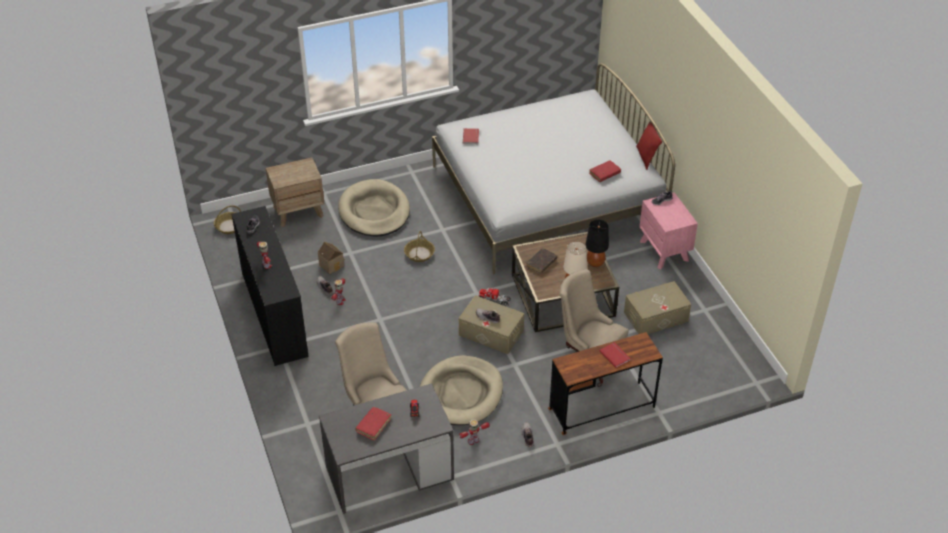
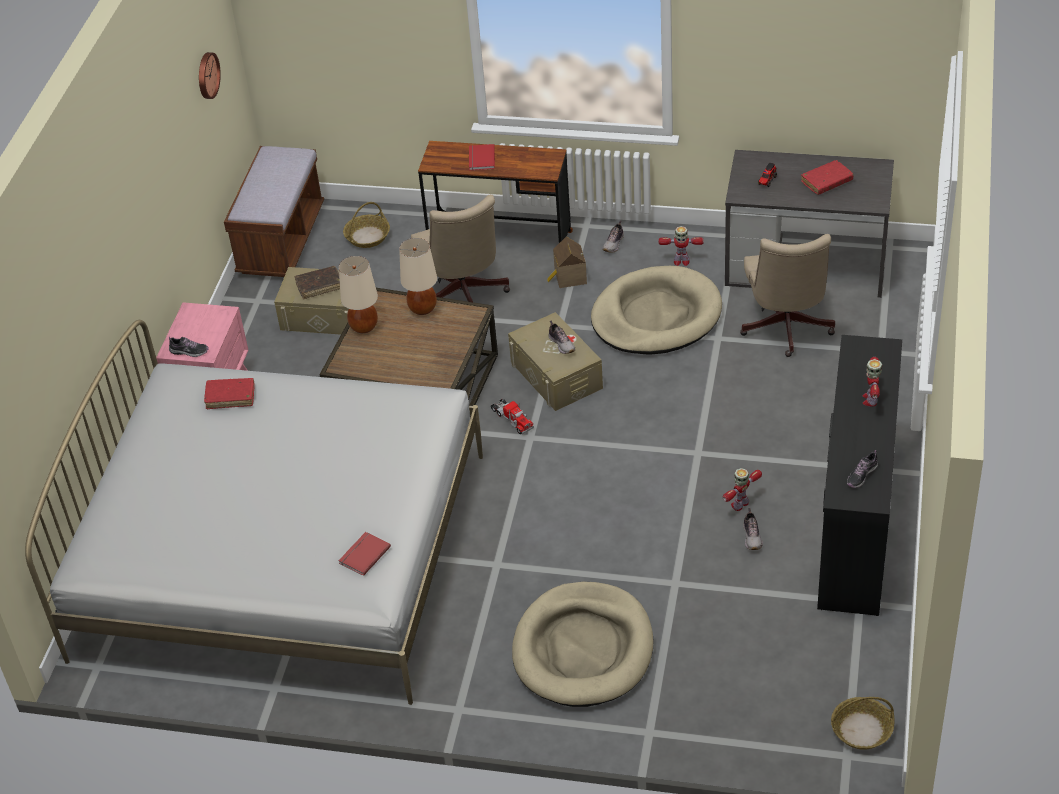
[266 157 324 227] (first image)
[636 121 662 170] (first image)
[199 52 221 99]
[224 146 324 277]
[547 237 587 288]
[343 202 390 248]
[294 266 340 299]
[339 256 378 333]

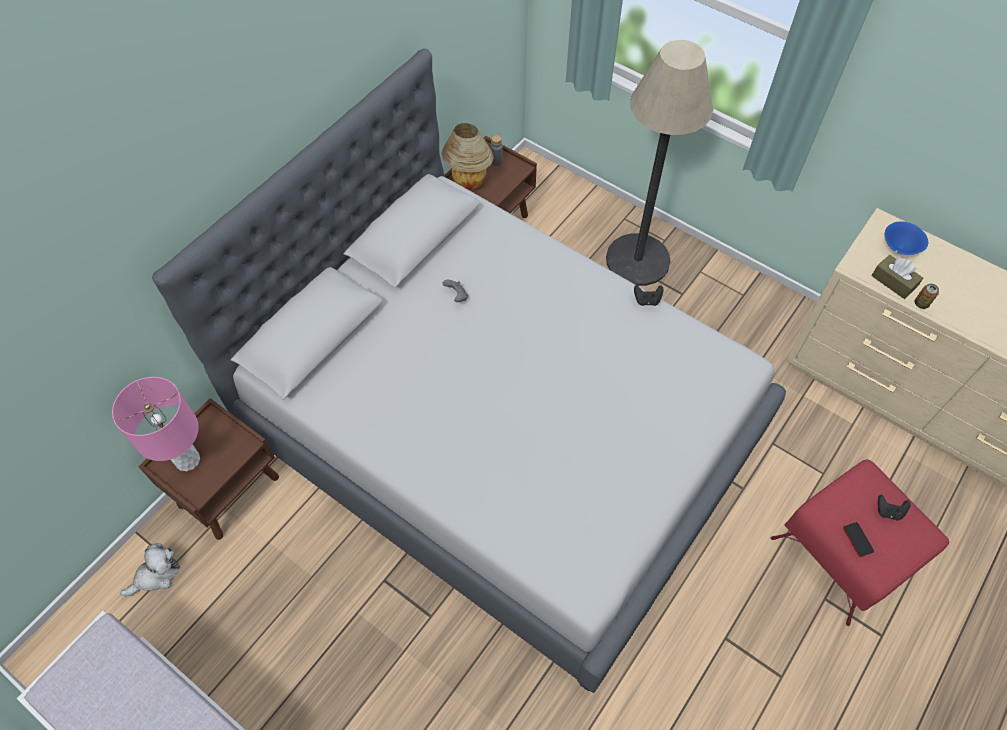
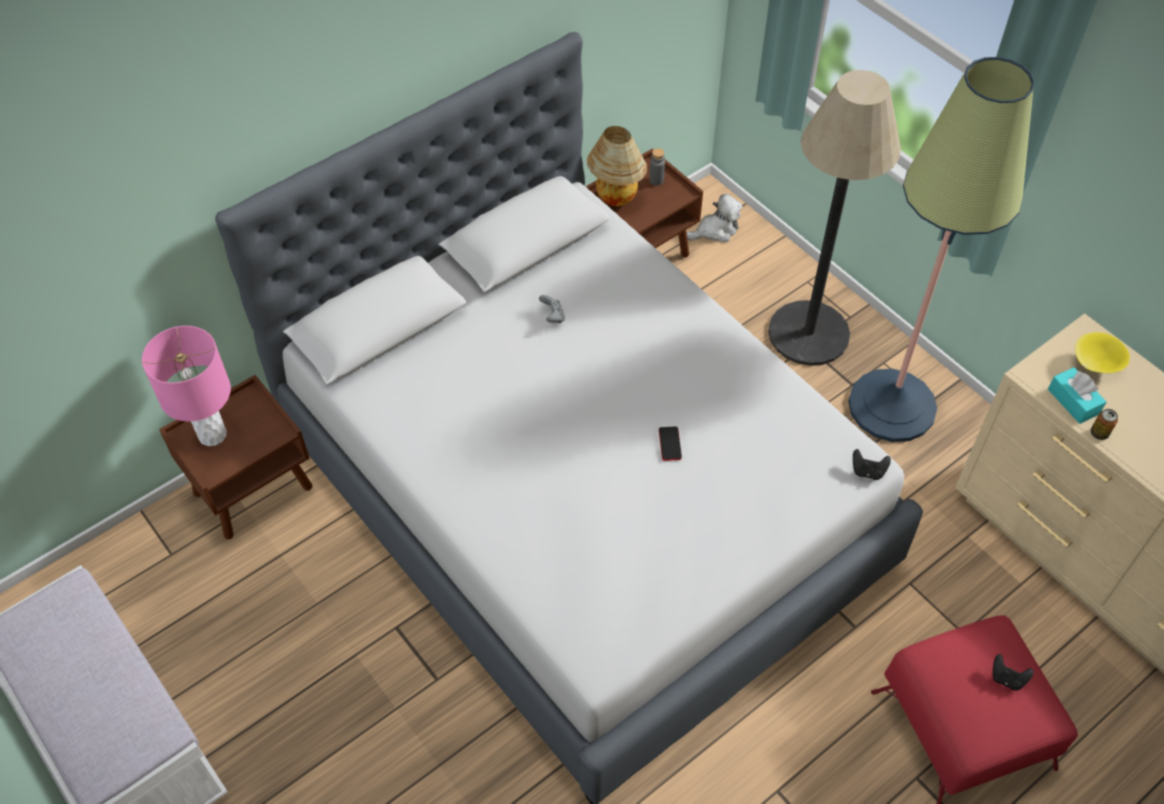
[848 57 1035 442]
[687 194 742 242]
[853 449 891 480]
[659 426 682 461]
[1048 367 1106 424]
[1075 332 1130 373]

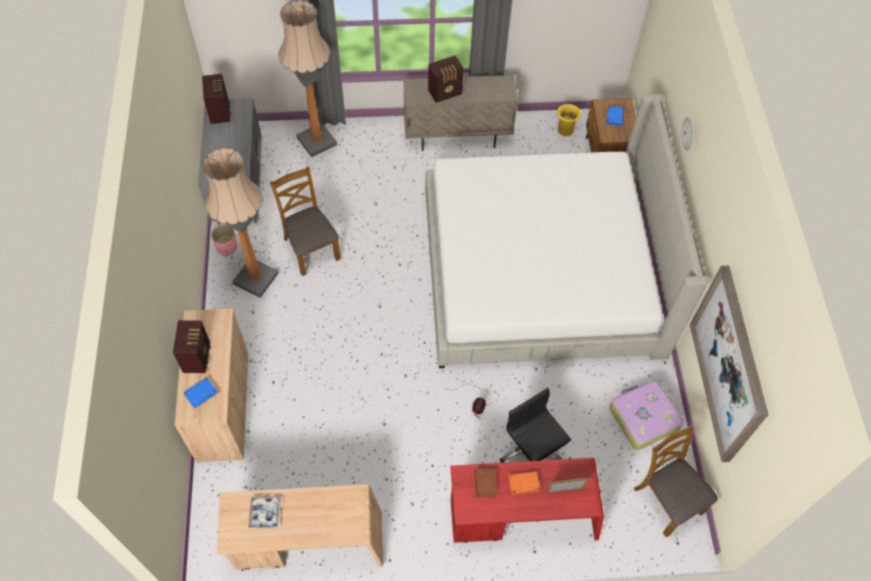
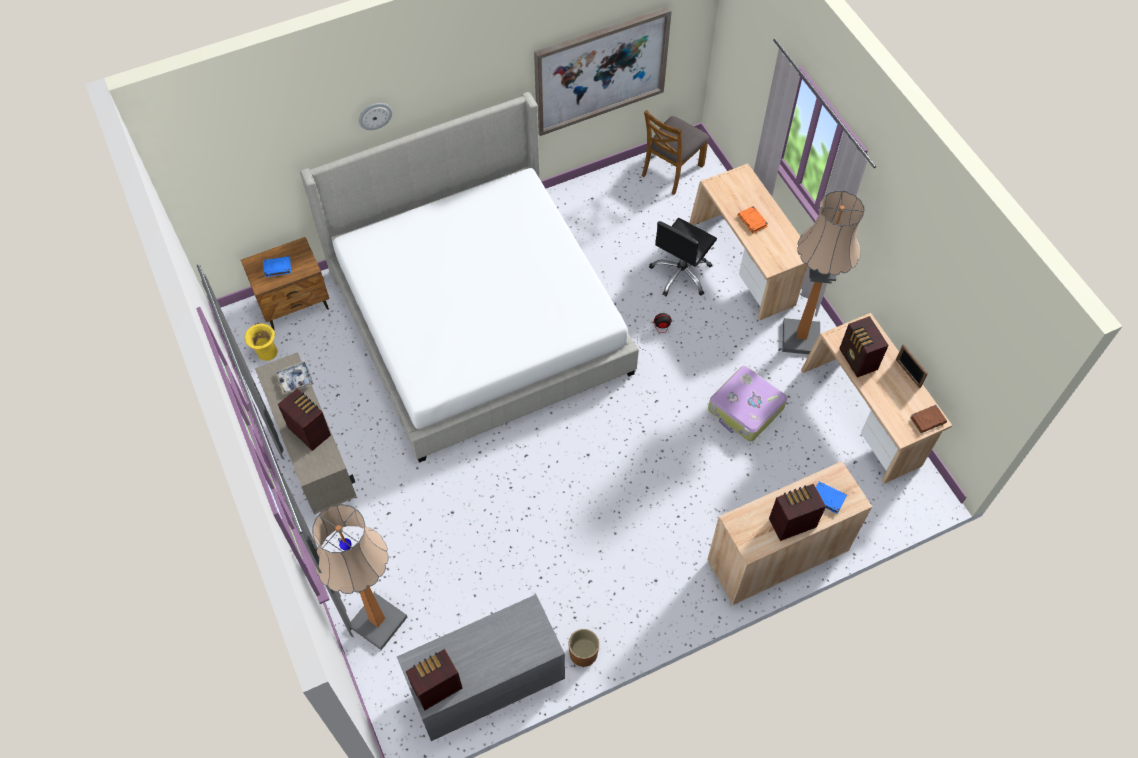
[270 167 341 276] (first image)
[839 316 889 378]
[782 191 864 354]
[276 361 314 394]
[910 405 947 433]
[896 344 928 388]
[708 366 787 441]
[568 629 599 667]
[689 164 808 320]

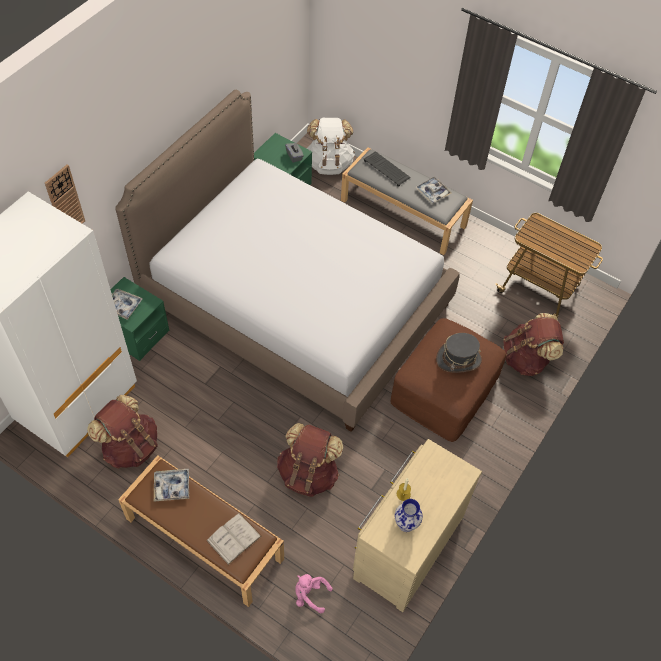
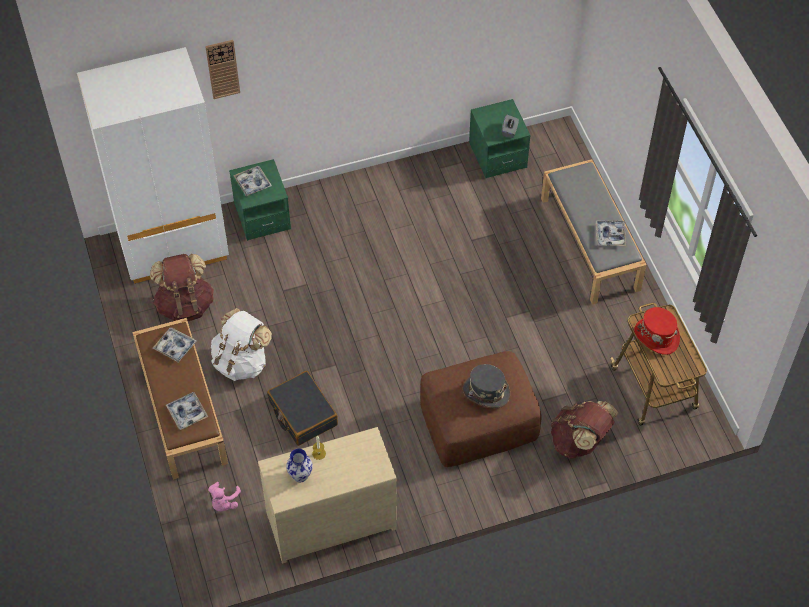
[115 90 460 432] (first image)
[364 151 411 187] (first image)
[634 307 680 355]
[211 308 272 381]
[166 392 208 430]
[267 371 338 446]
[208 482 241 511]

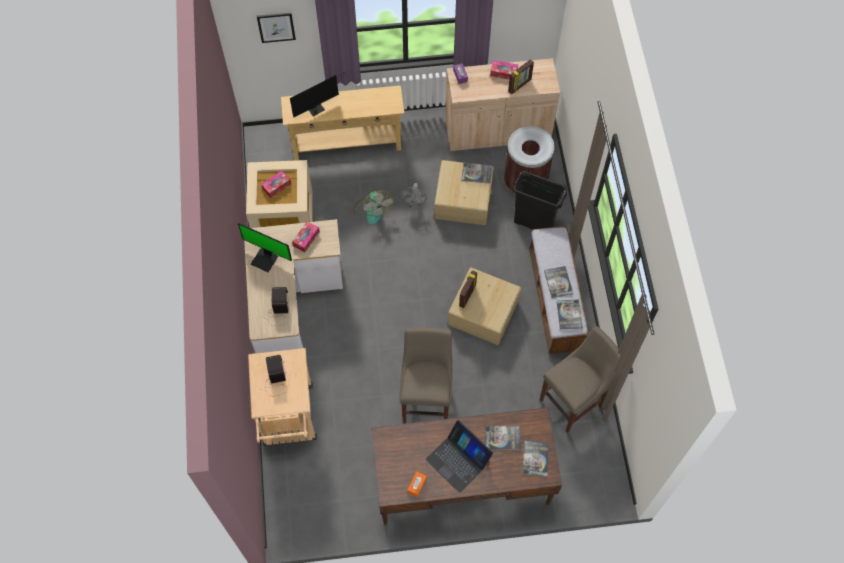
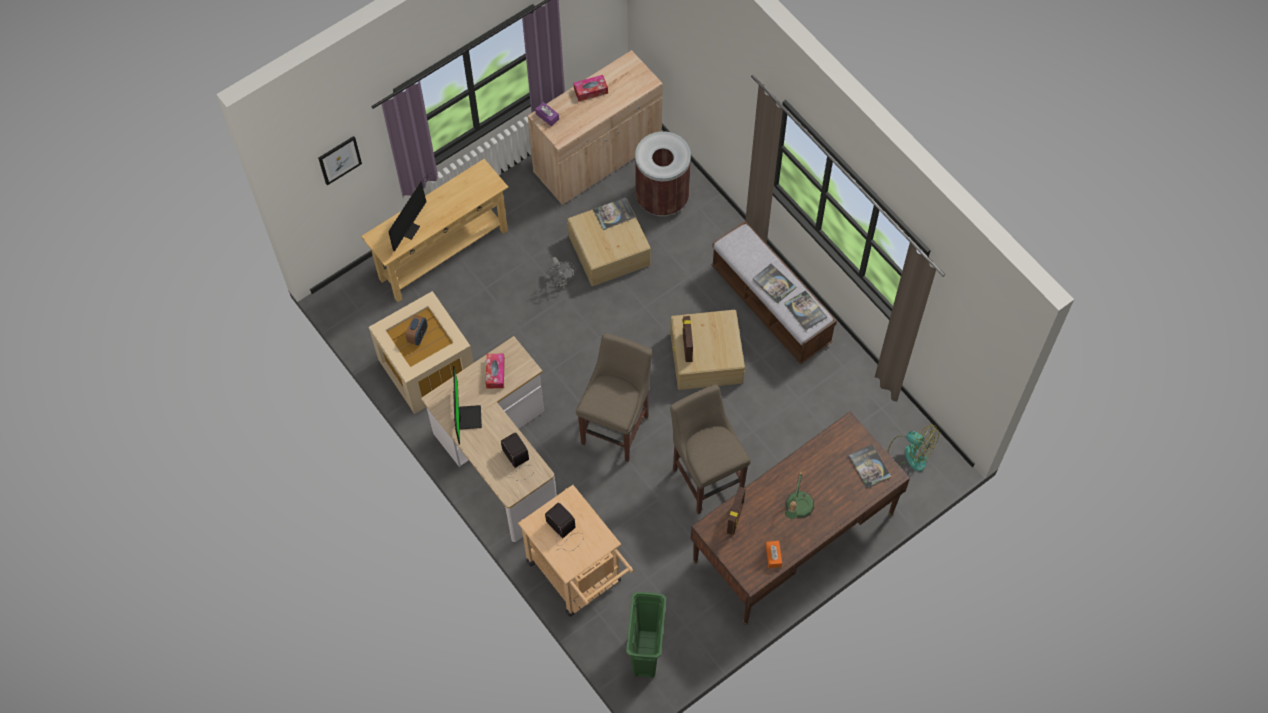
[485 426 520 450] (first image)
[512 171 567 229] (first image)
[626 592 666 678]
[887 425 939 472]
[727 487 745 535]
[576 333 652 462]
[406 315 427 345]
[785 471 814 519]
[453 366 482 445]

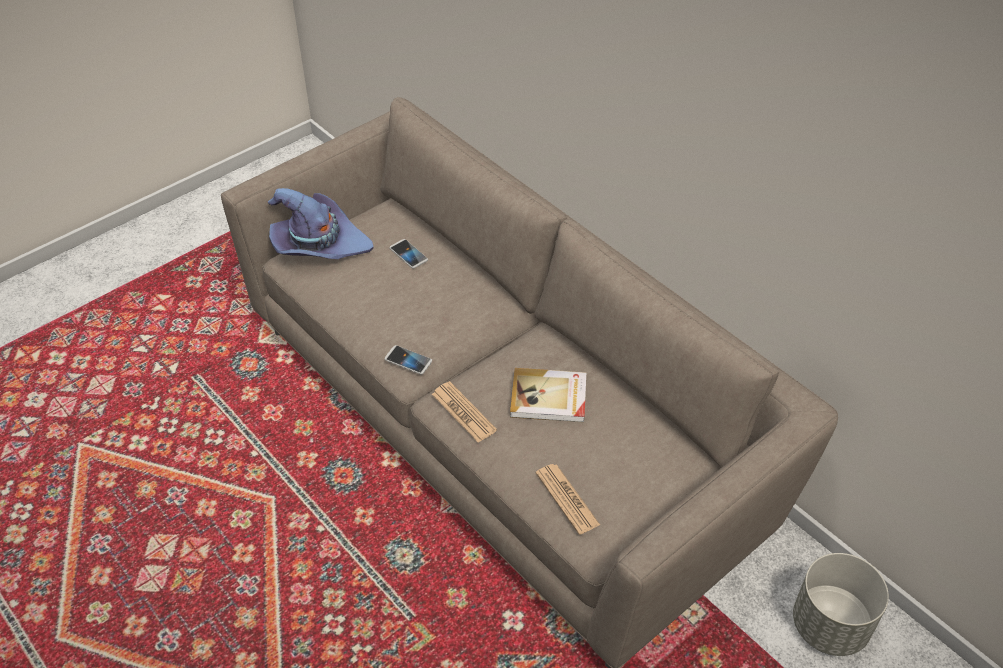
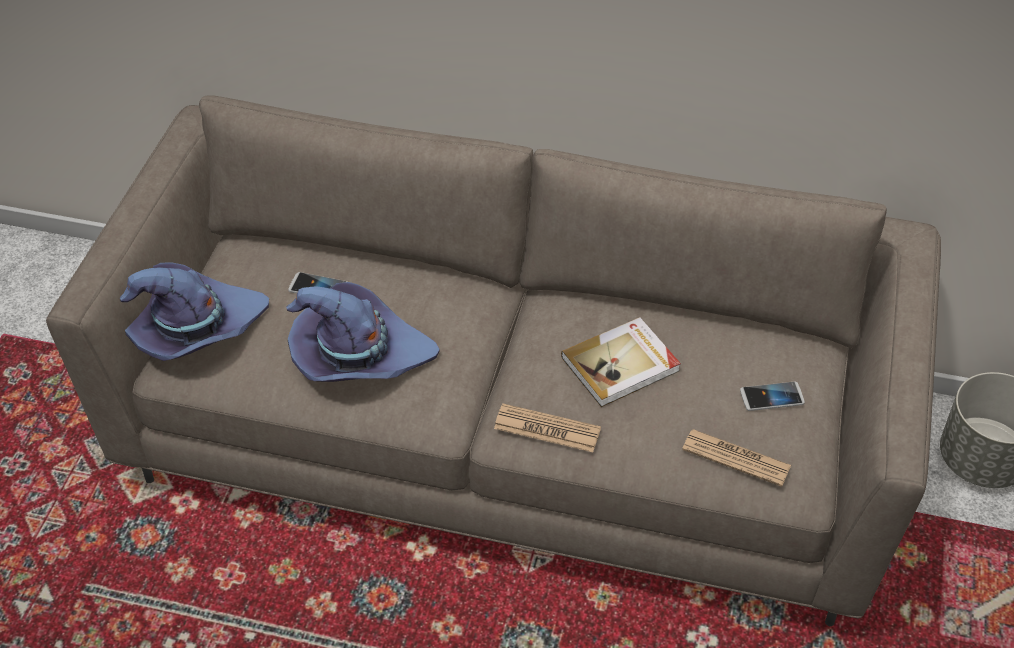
[286 282 440 382]
[740 382 805 411]

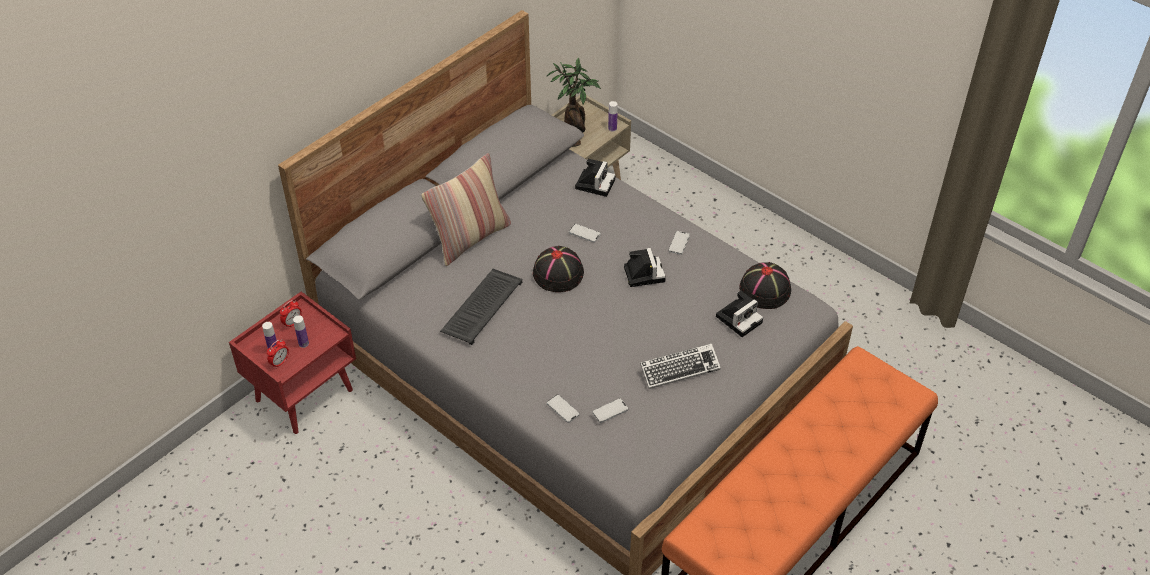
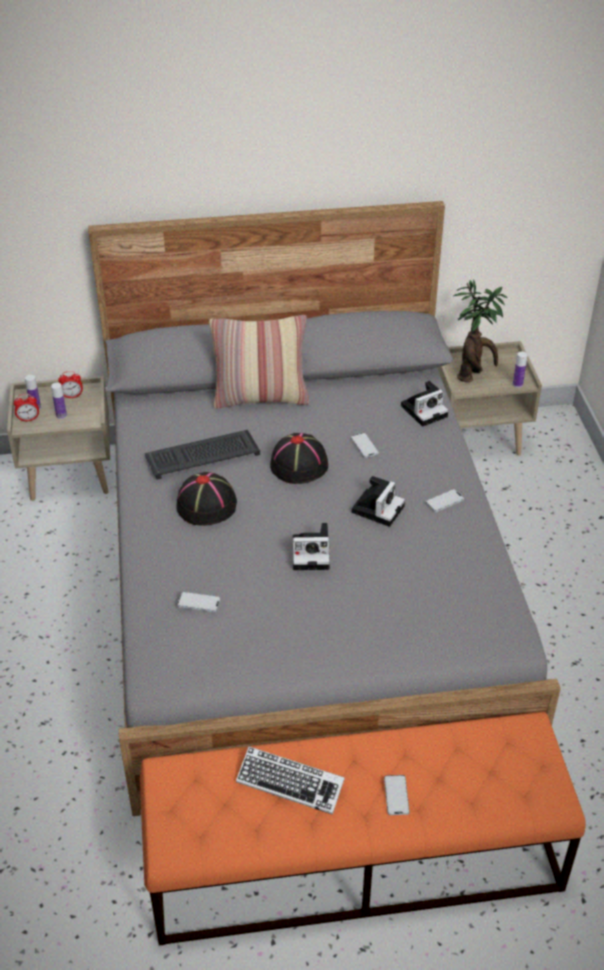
[384 775 409 815]
[236 746 345 815]
[293 523 330 570]
[176 472 237 526]
[7 376 110 501]

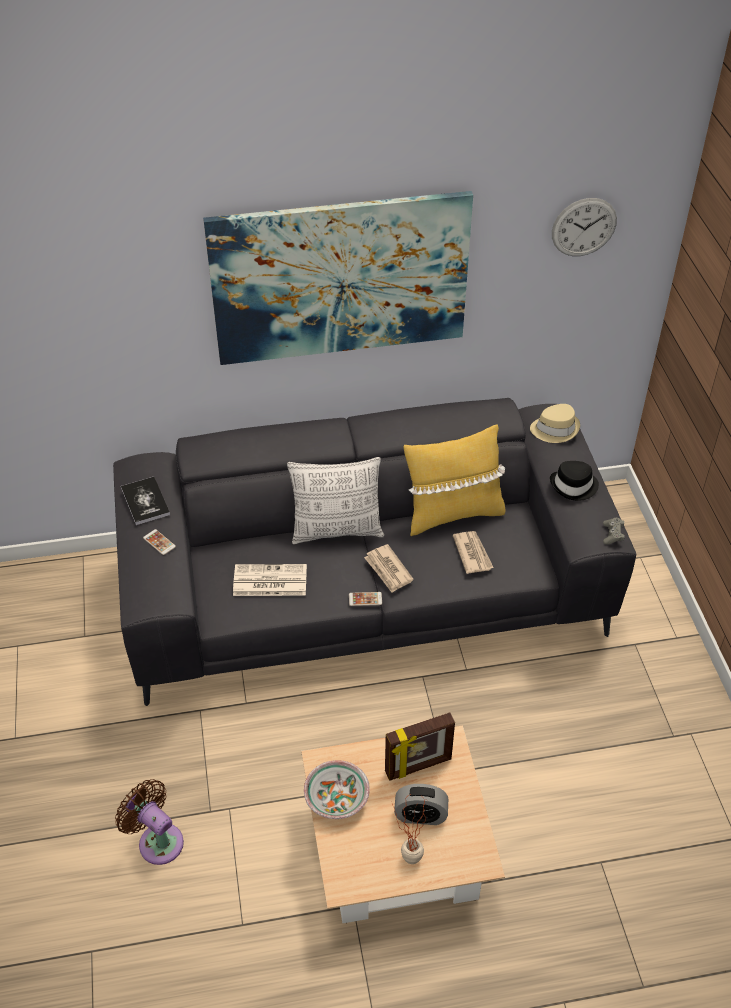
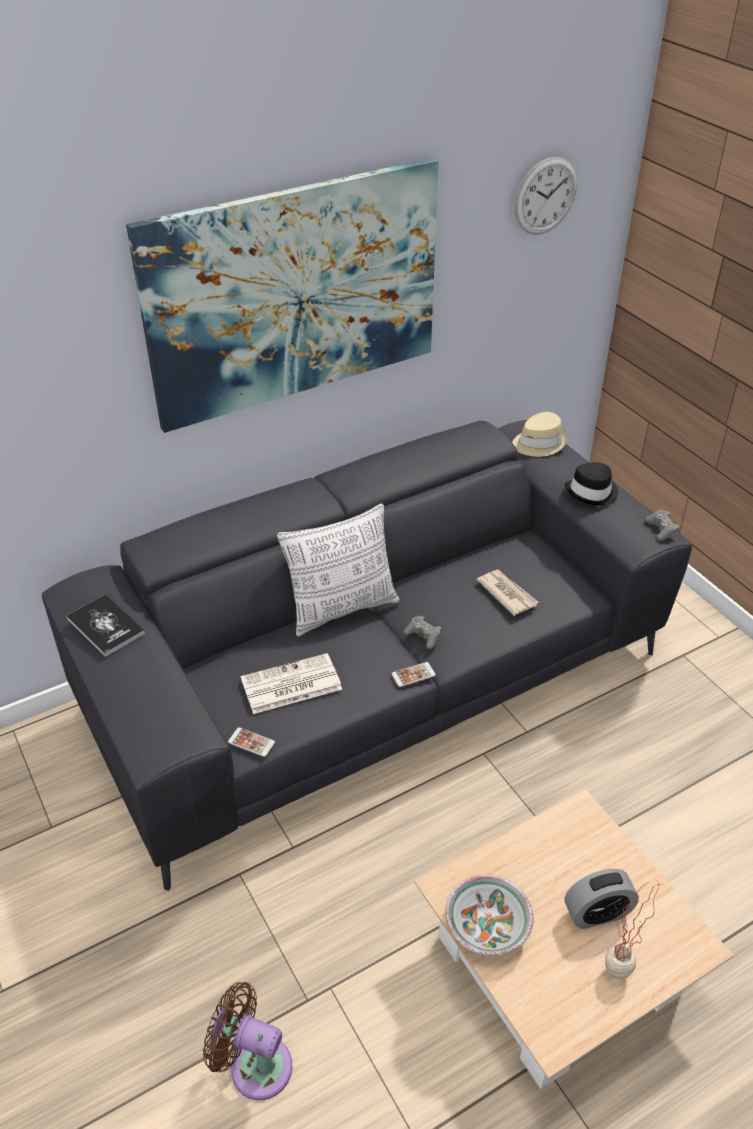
[385 712 455 781] (first image)
[404 425 506 536] (first image)
[228 727 275 757]
[404 616 442 649]

